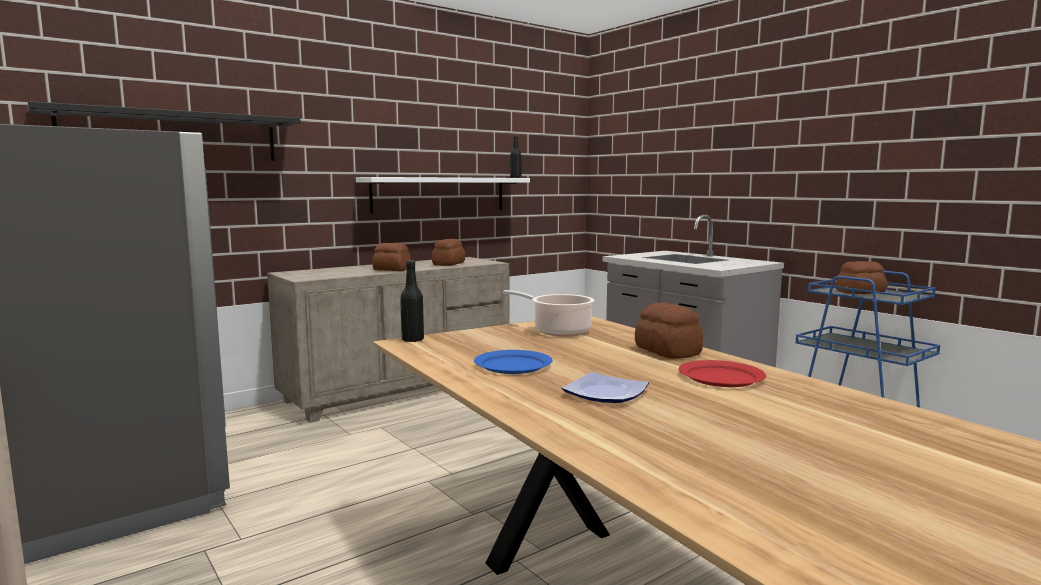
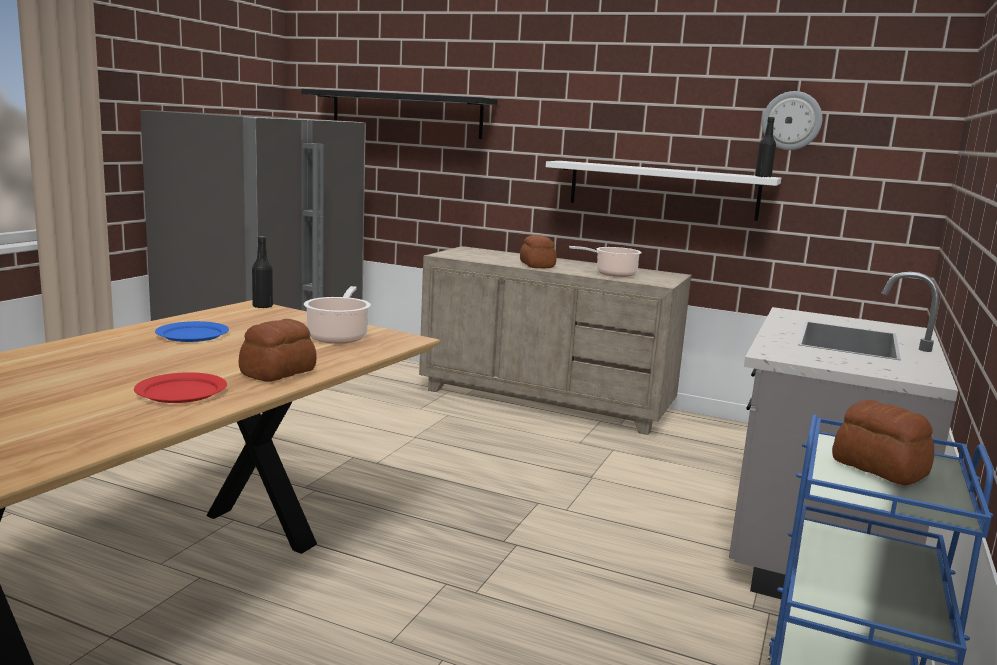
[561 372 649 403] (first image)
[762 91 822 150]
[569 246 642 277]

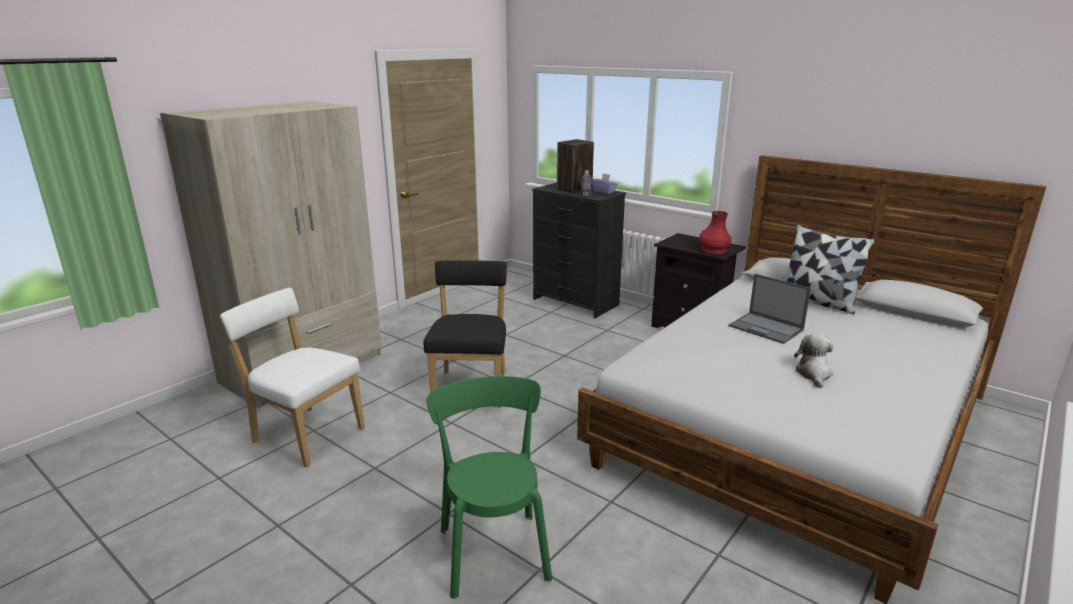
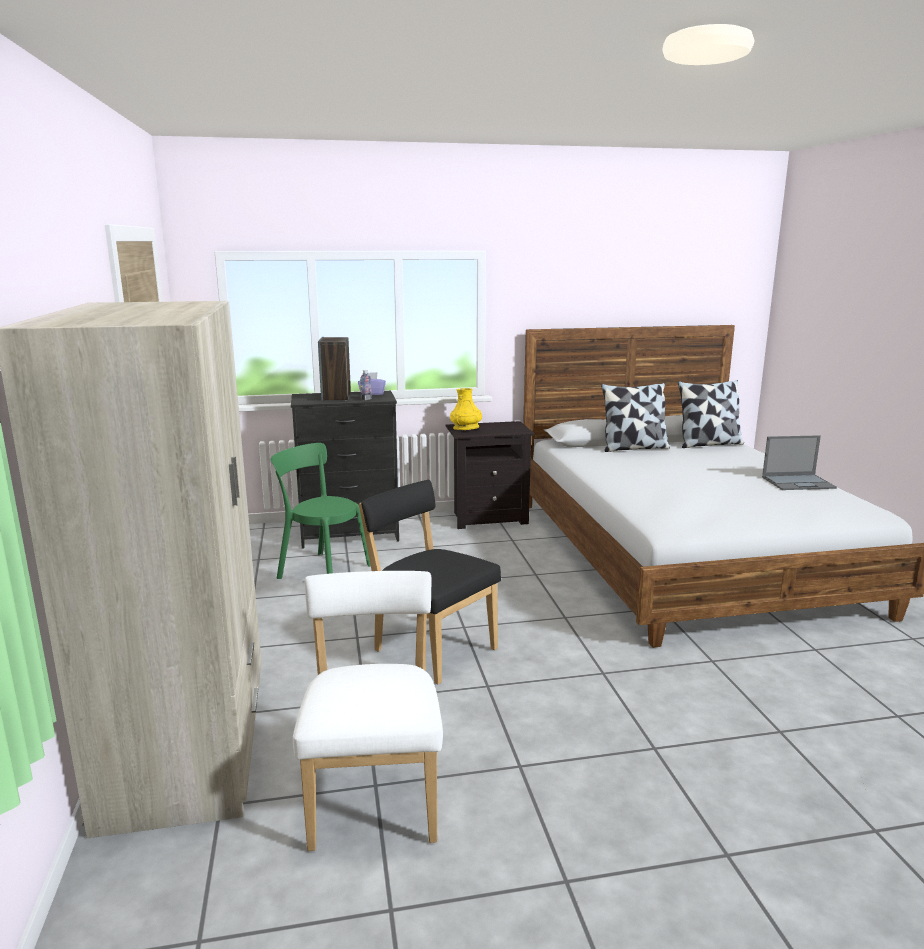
[699 211 731 255] (first image)
[794 334 833 388] (first image)
[450 388 482 430]
[678 380 744 448]
[270 443 371 579]
[762 435 837 490]
[293 571 443 851]

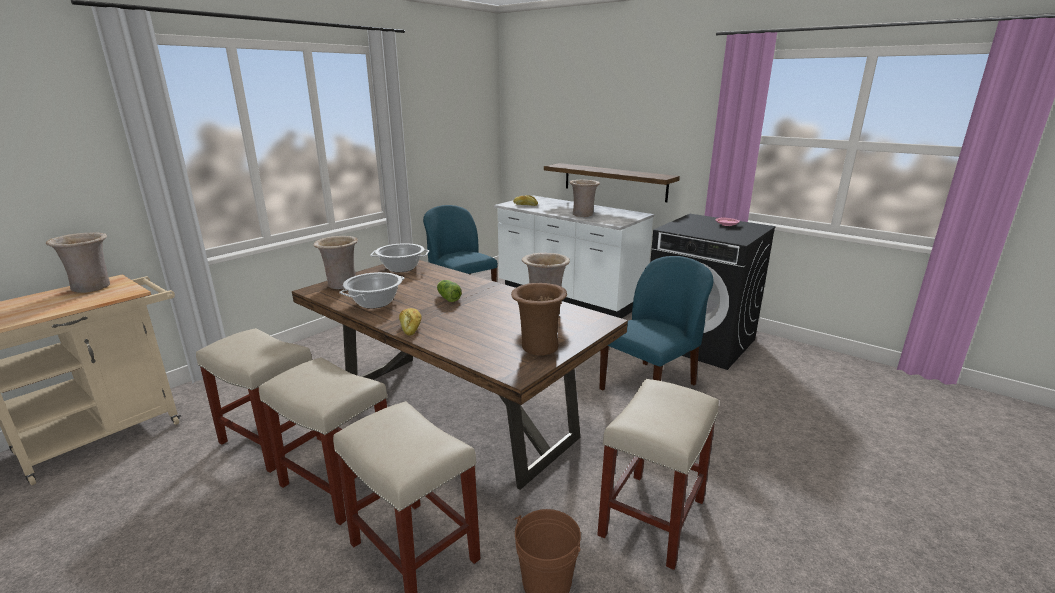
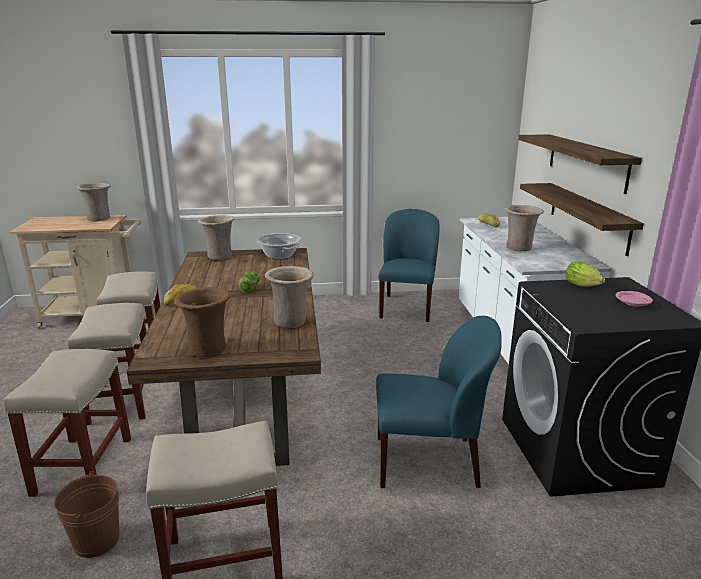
[340 272 405 309] (first image)
[518 134 642 194]
[565 261 605 287]

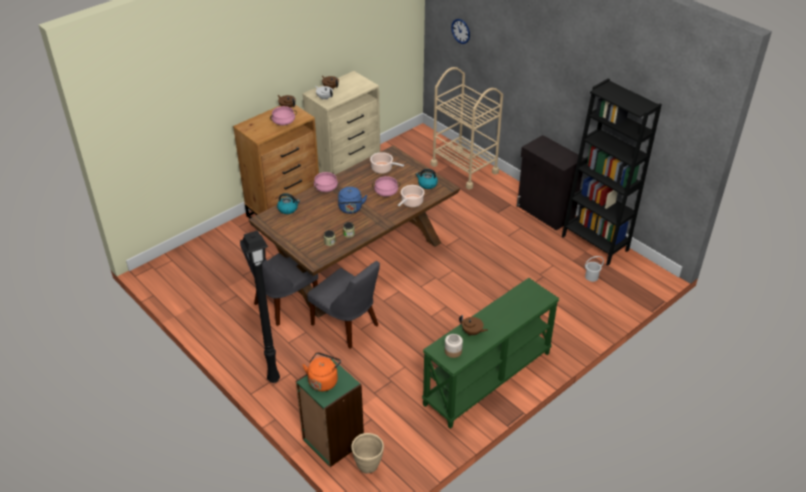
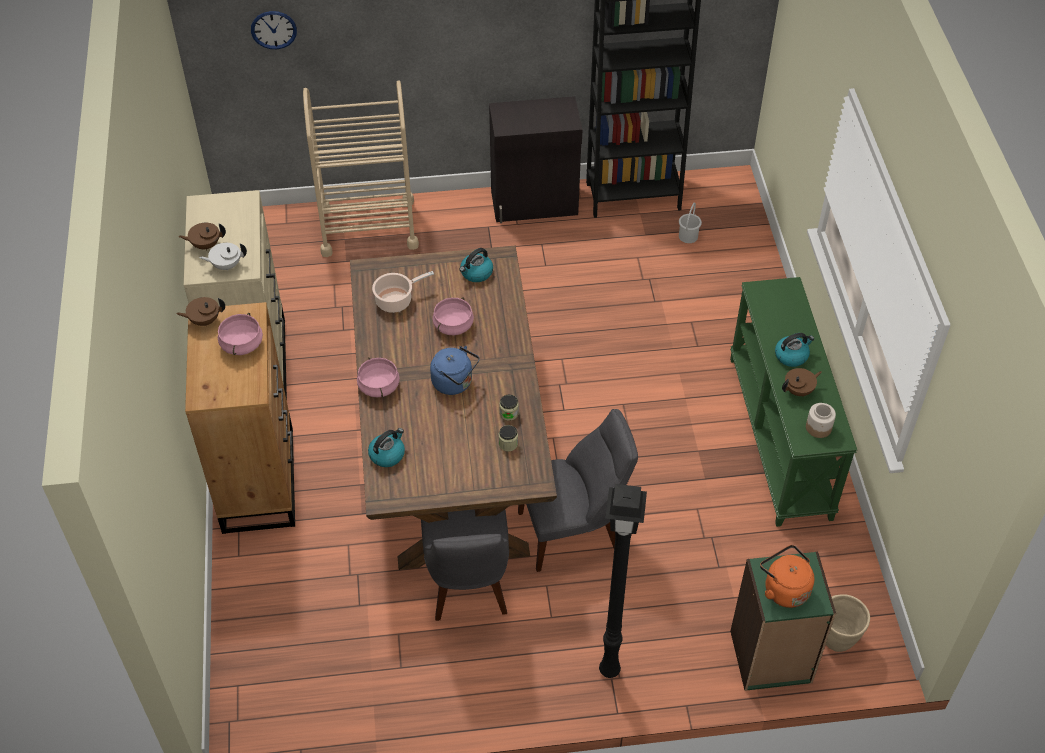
[398 185 424 207] (first image)
[775 333 814 367]

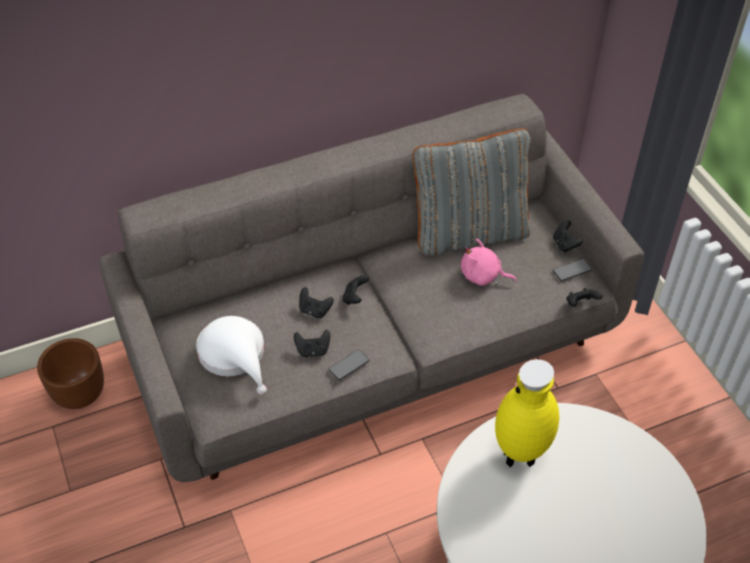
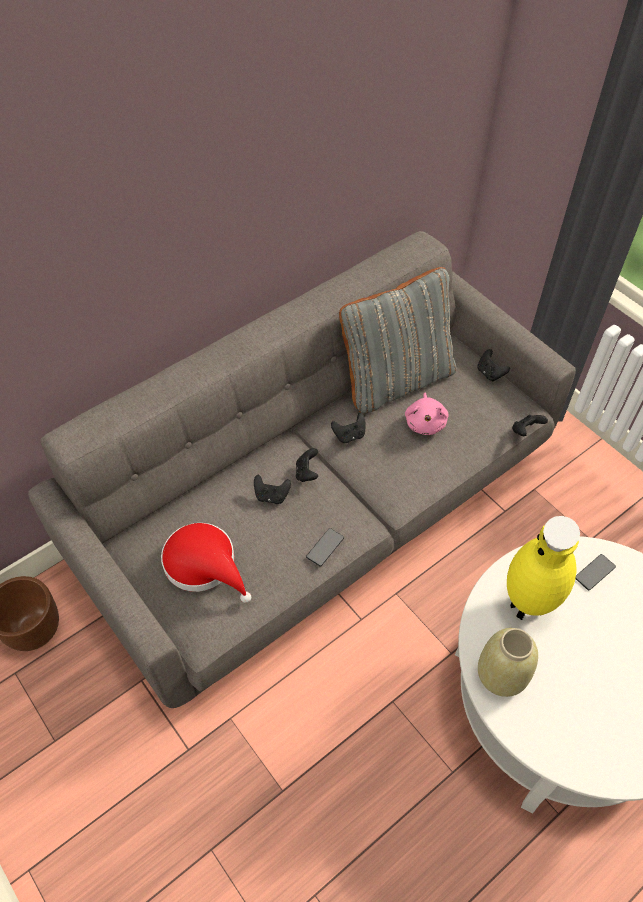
[478 628 538 697]
[331 413 366 443]
[575 554 616 590]
[161 523 251 603]
[405 393 449 435]

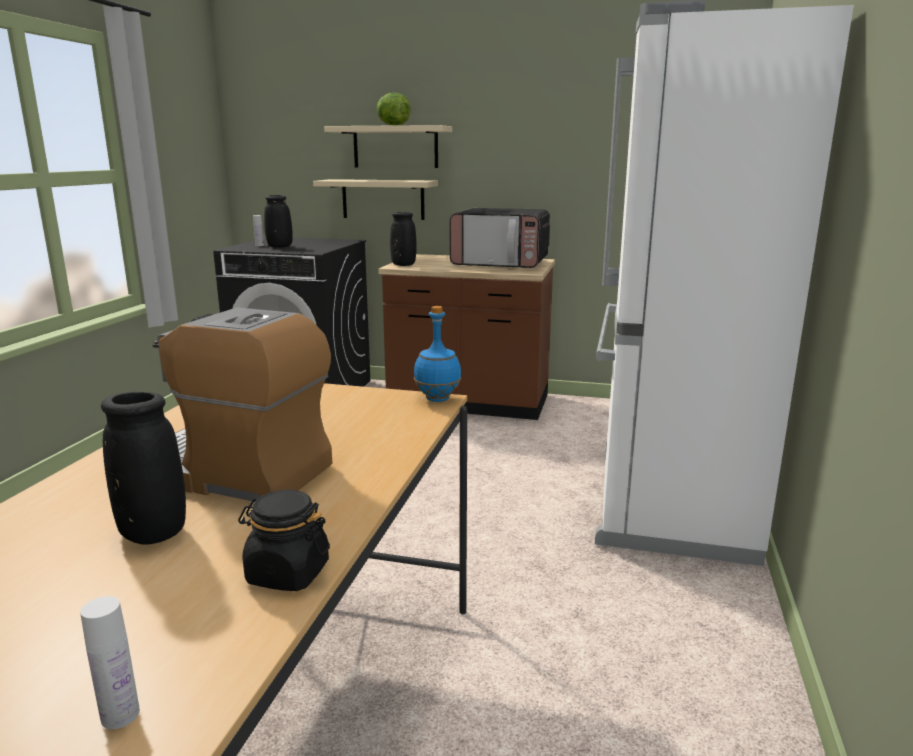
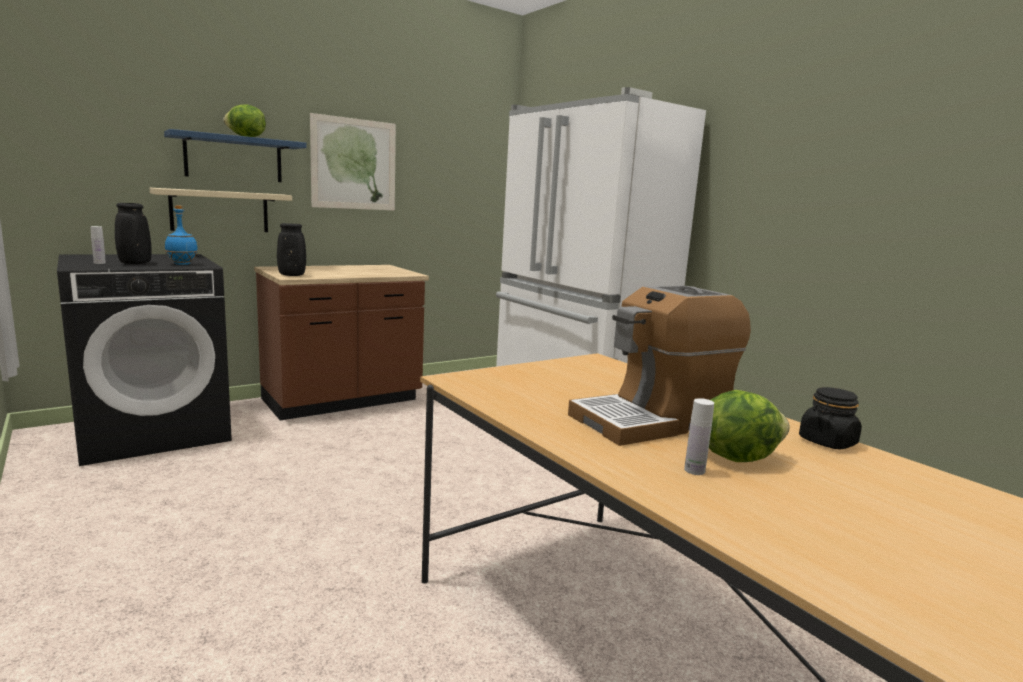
[450 208 550 268] (first image)
[310 113 396 210]
[684 398 714 475]
[165 205 198 265]
[709 390 790 462]
[164 129 307 182]

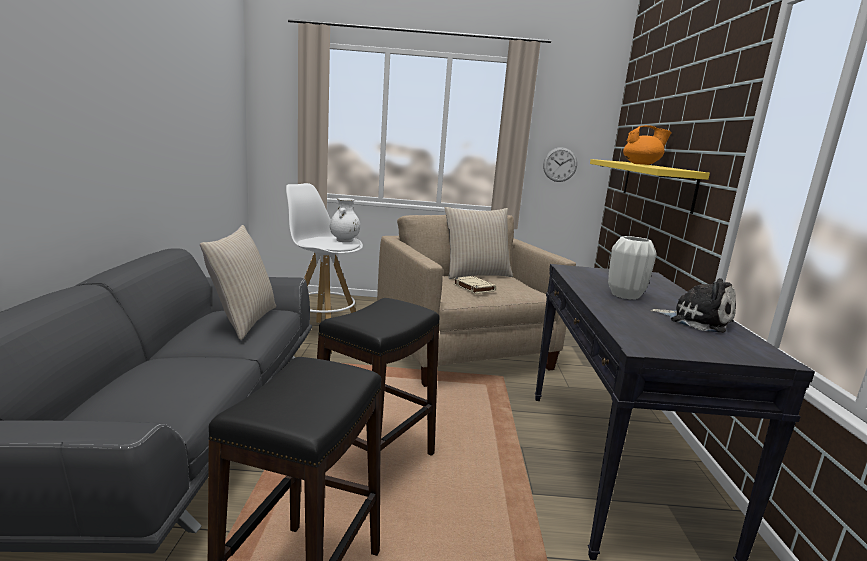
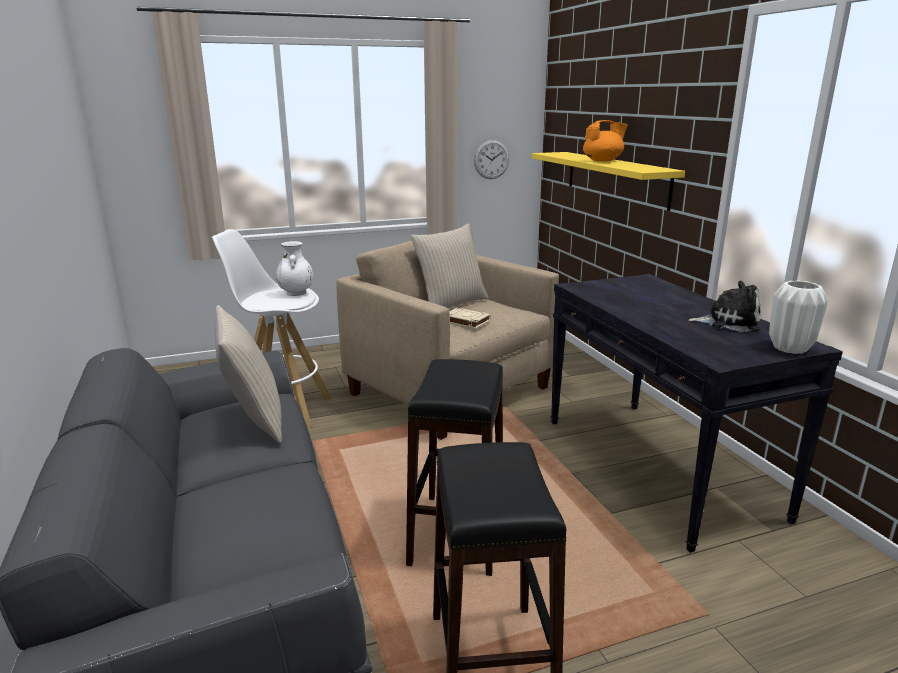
[769 281 828 354]

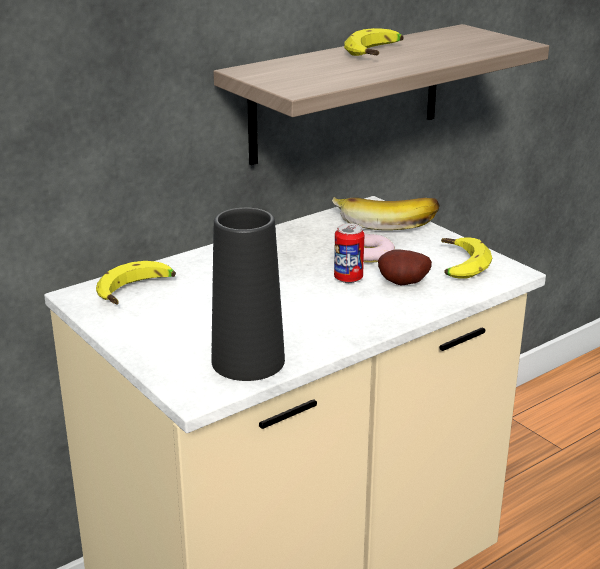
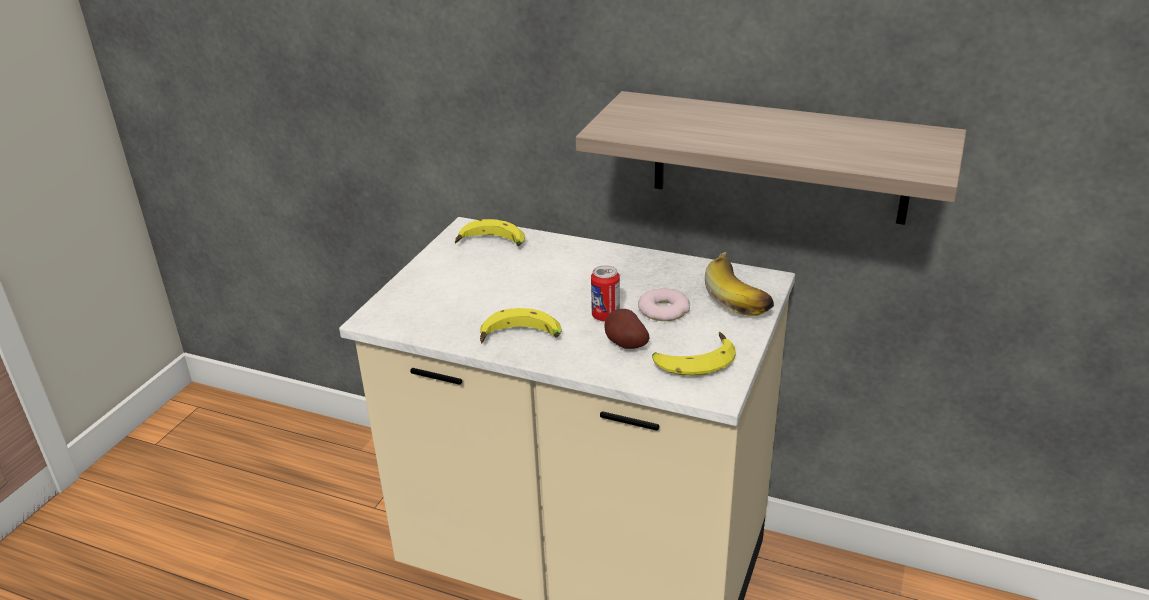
[211 208 285 381] (first image)
[480 308 561 344]

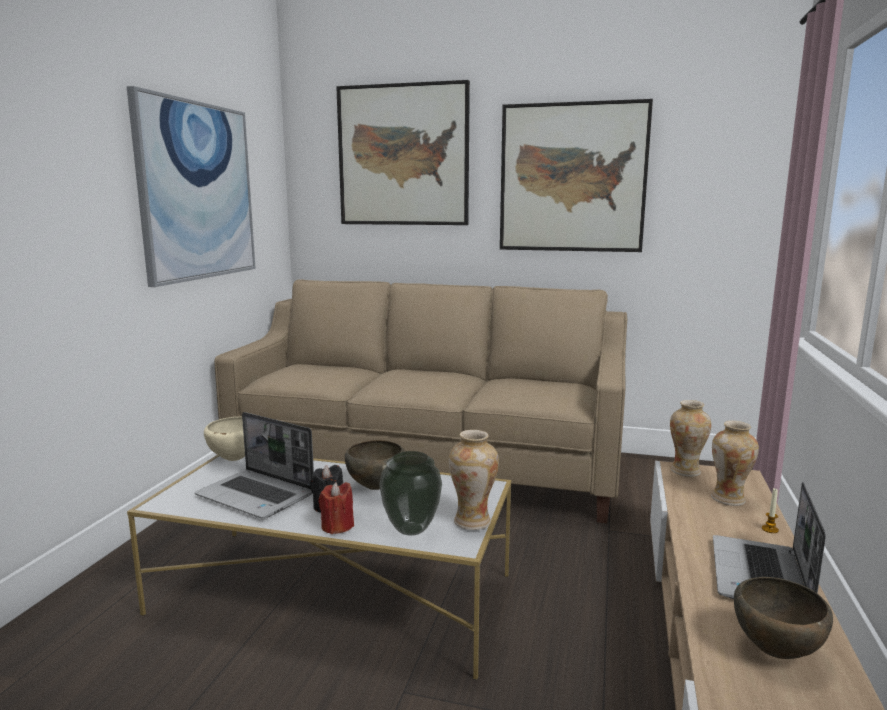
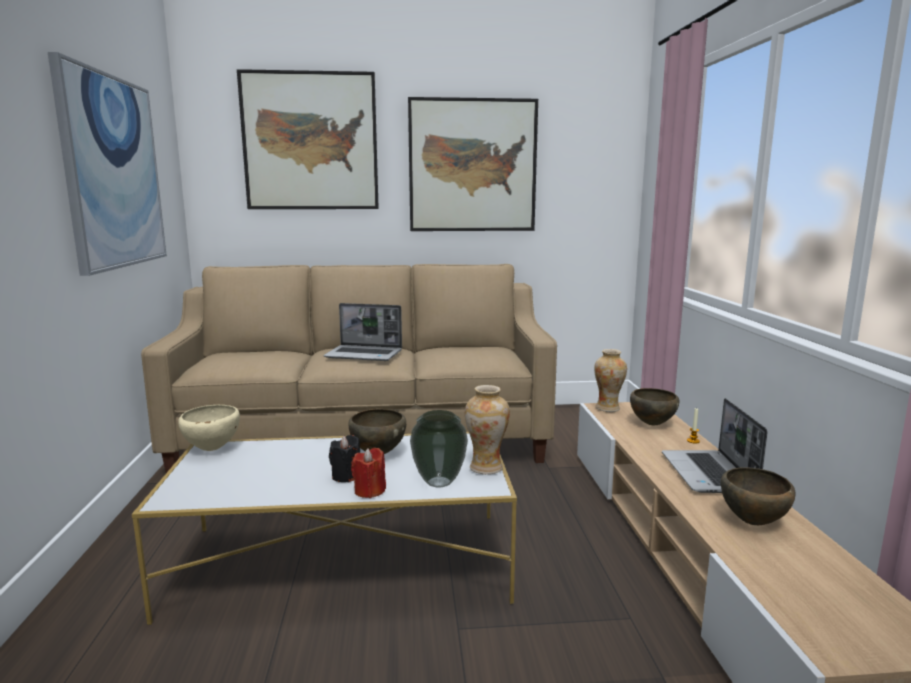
[323 303 402 361]
[630 388 679 425]

